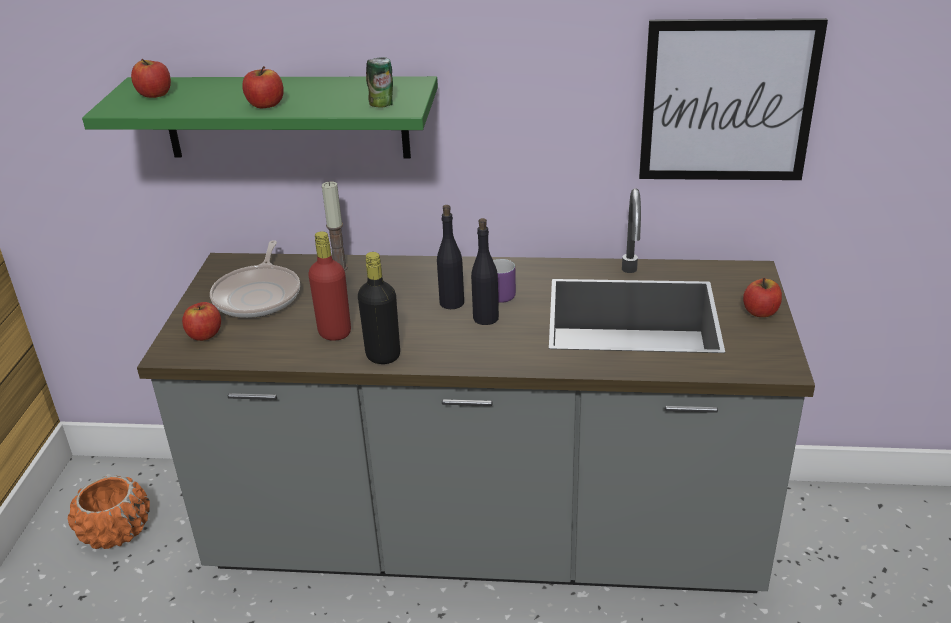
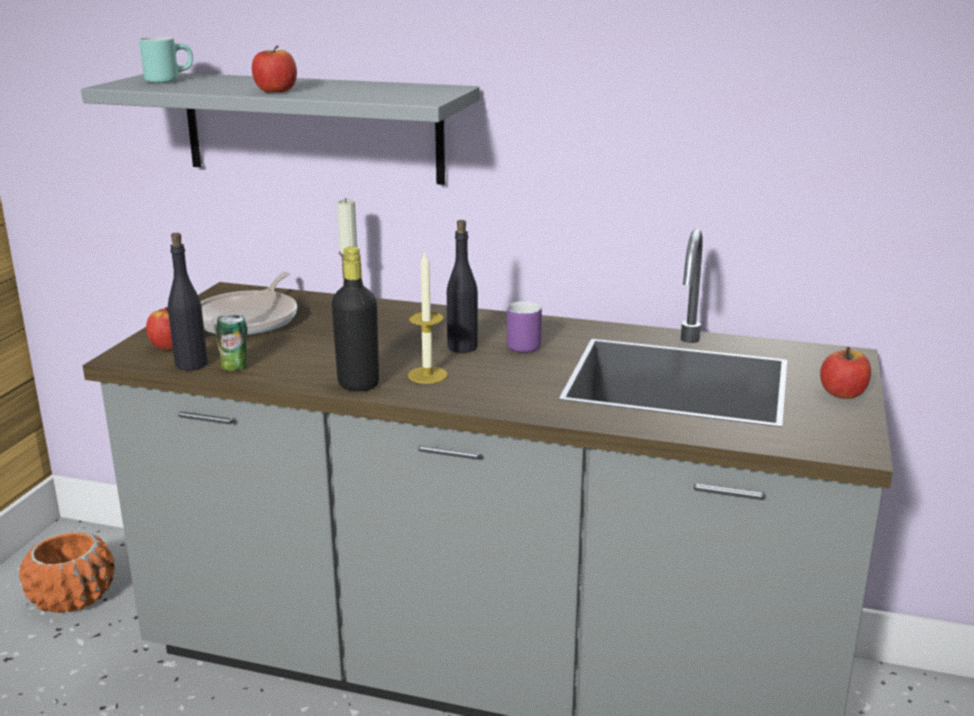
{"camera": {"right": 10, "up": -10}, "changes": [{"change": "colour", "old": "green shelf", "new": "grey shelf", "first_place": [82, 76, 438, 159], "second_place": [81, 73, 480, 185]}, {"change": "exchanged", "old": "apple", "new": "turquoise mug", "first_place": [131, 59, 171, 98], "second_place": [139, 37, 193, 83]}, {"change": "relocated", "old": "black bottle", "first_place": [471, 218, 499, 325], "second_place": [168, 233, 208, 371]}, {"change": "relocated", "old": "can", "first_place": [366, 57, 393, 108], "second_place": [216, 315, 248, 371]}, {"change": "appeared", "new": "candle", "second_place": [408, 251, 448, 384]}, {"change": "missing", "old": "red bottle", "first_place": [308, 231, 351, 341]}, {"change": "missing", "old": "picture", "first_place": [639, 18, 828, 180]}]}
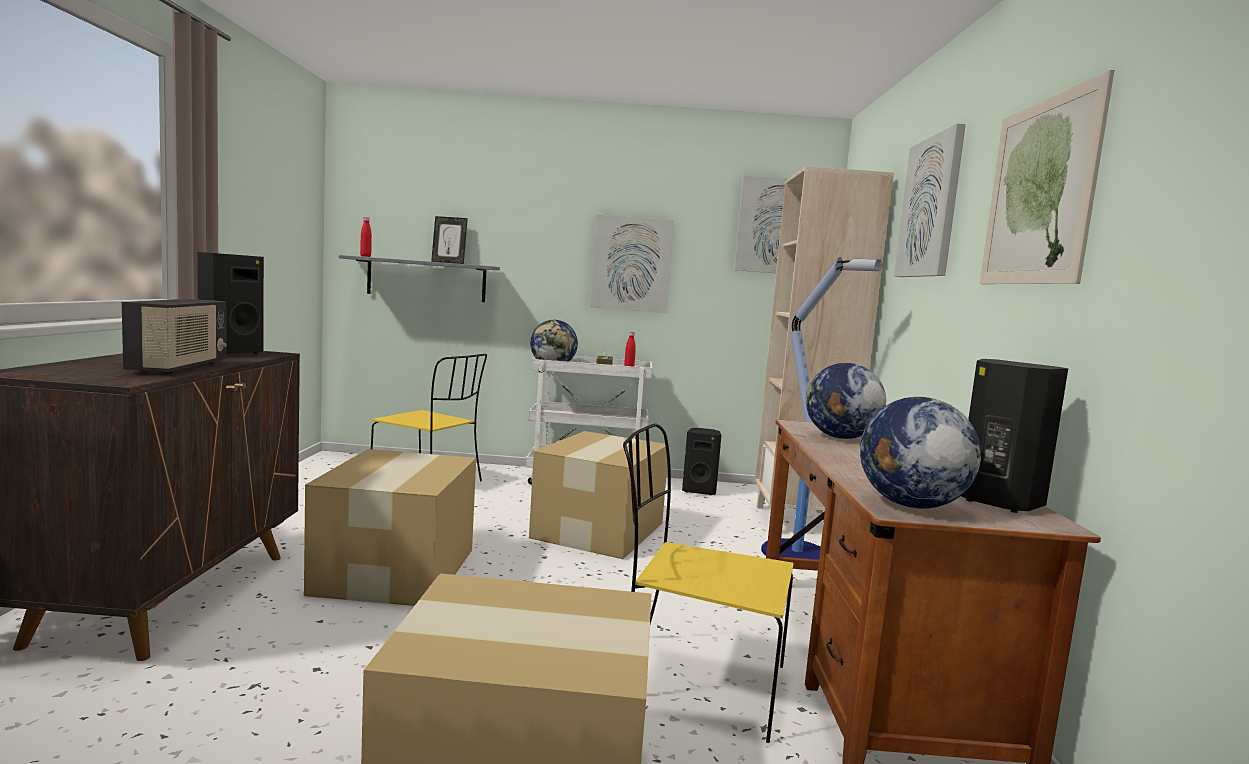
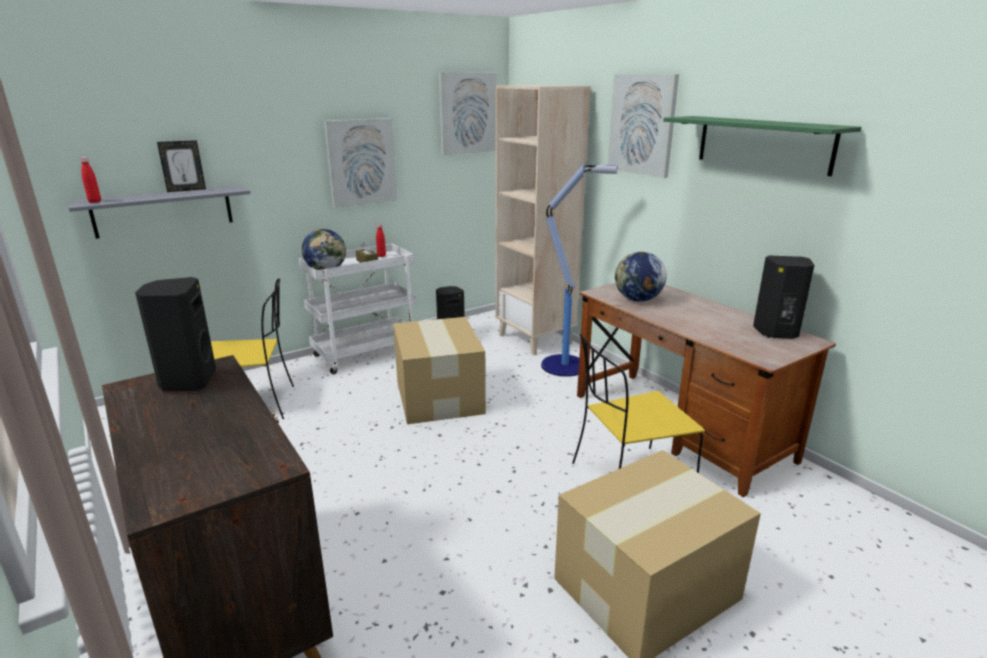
{"camera": {"right": -35, "up": 15}, "changes": [{"change": "exchanged", "old": "picture", "new": "green shelf", "first_place": [980, 70, 1114, 284], "second_place": [663, 116, 862, 176]}, {"change": "missing", "old": "radio", "first_place": [122, 299, 227, 374]}, {"change": "missing", "old": "cardboard box", "first_place": [304, 449, 476, 606]}, {"change": "missing", "old": "globe", "first_place": [860, 397, 981, 509]}]}
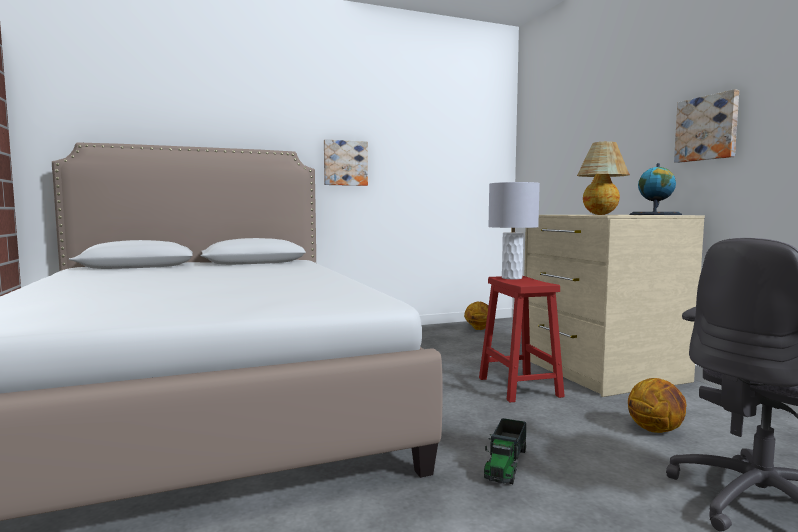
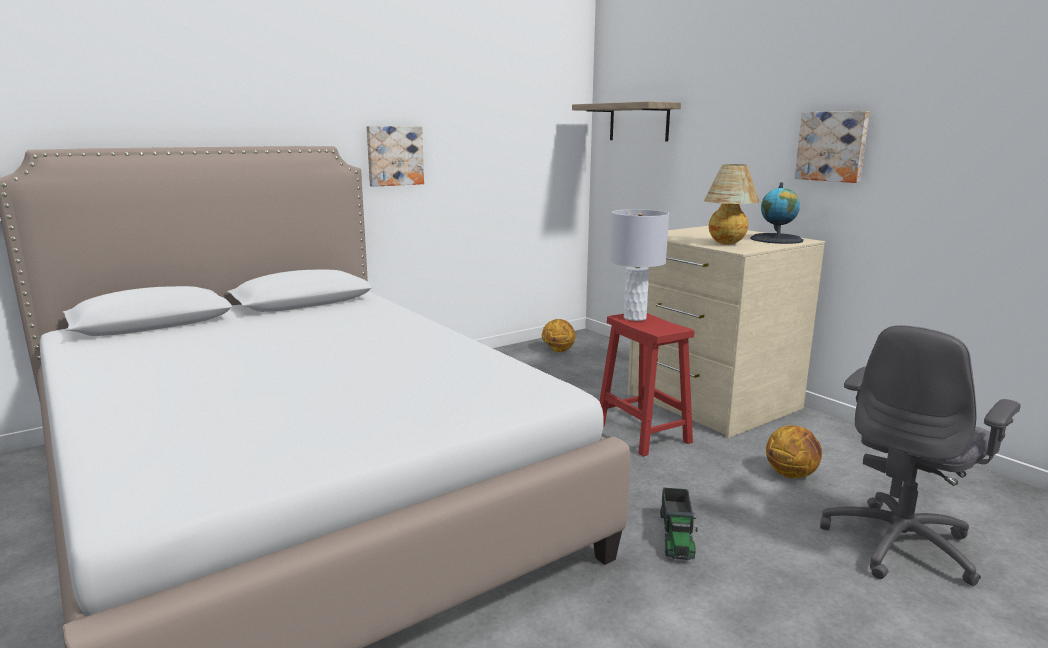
{"camera": {"right": -15, "up": 10}, "changes": [{"change": "appeared", "new": "shelf", "second_place": [572, 101, 681, 142]}]}
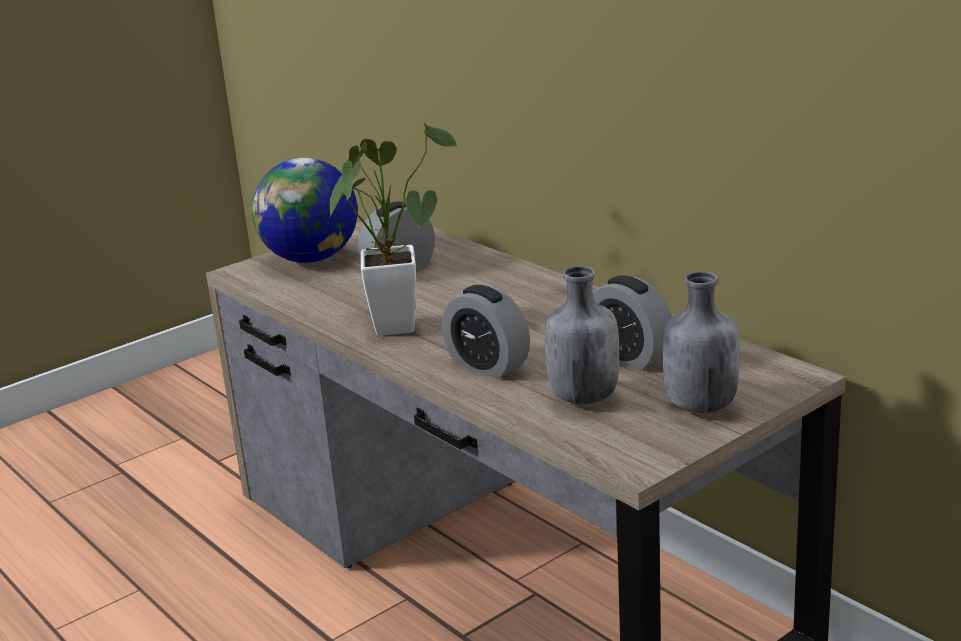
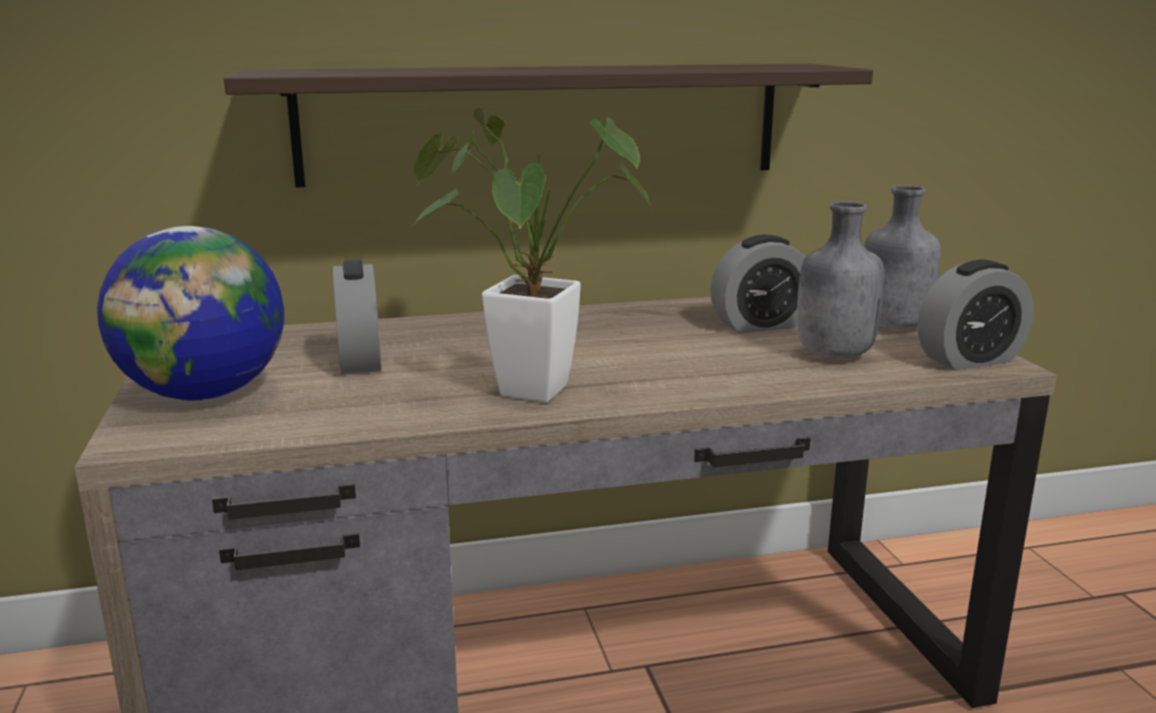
{"camera": {"right": -65, "up": -5}, "changes": [{"change": "appeared", "new": "shelf", "second_place": [224, 64, 873, 187]}, {"change": "relocated", "old": "alarm clock", "first_place": [442, 285, 530, 379], "second_place": [918, 260, 1034, 370]}]}
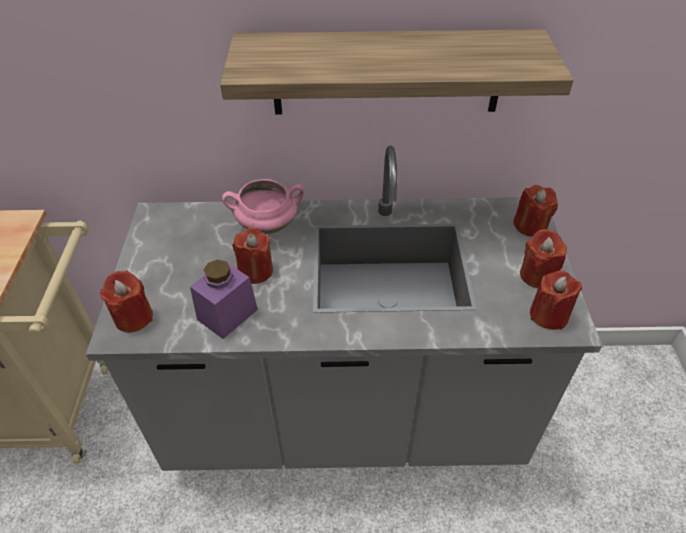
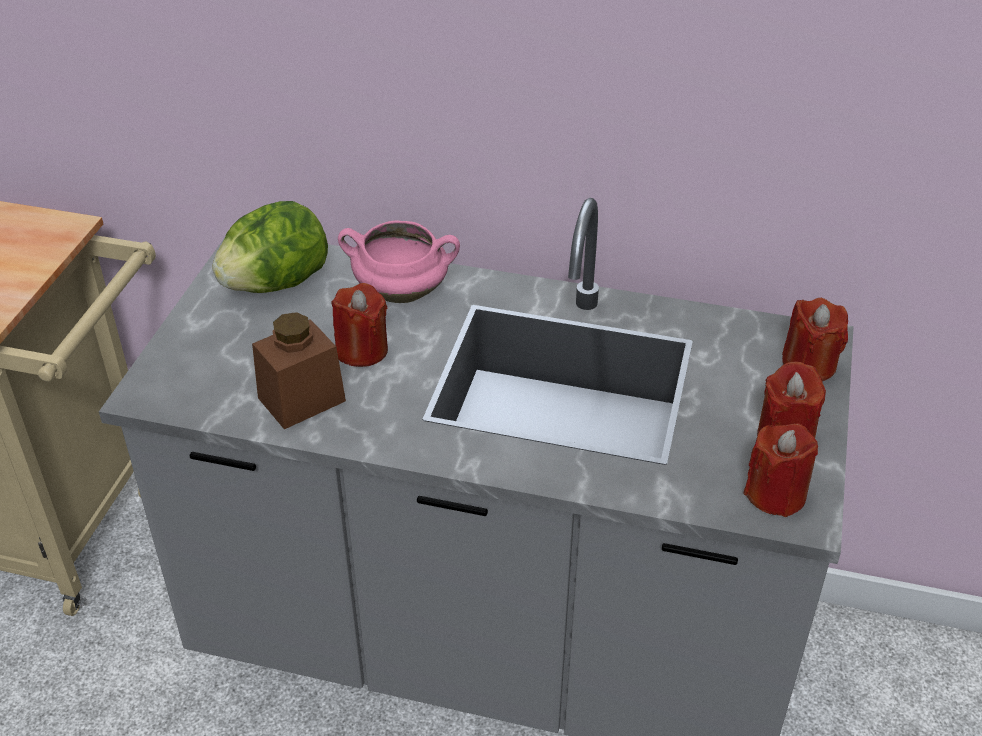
{"camera": {"right": 15, "up": -5}, "changes": [{"change": "appeared", "new": "lettuce", "second_place": [212, 201, 328, 293]}, {"change": "colour", "old": "purple jar", "new": "brown jar", "first_place": [190, 260, 258, 339], "second_place": [252, 312, 346, 429]}, {"change": "missing", "old": "red candle", "first_place": [100, 270, 153, 333]}, {"change": "missing", "old": "shelf", "first_place": [220, 29, 574, 115]}]}
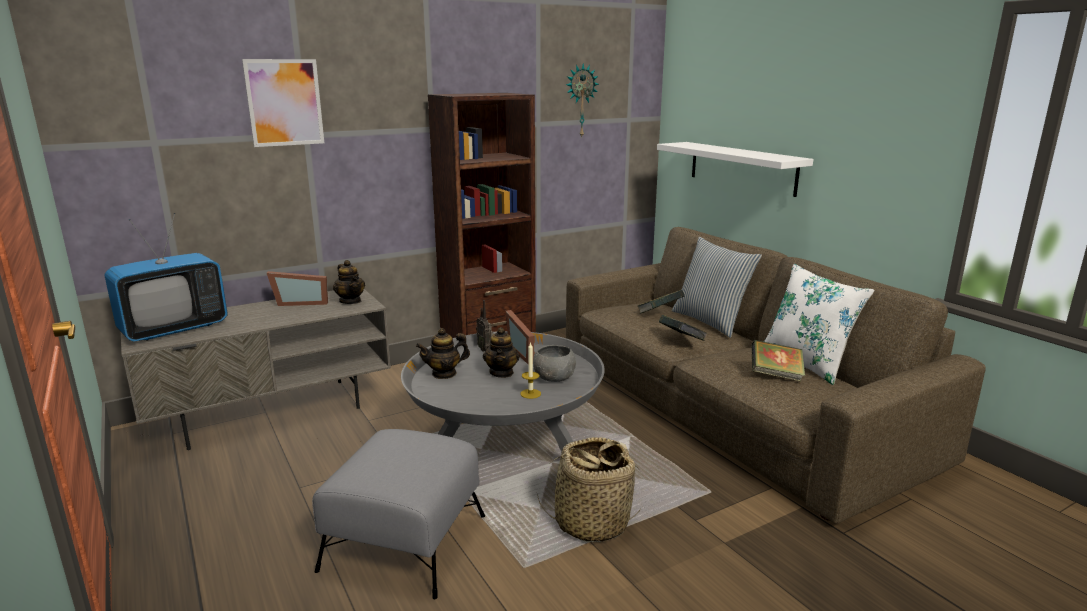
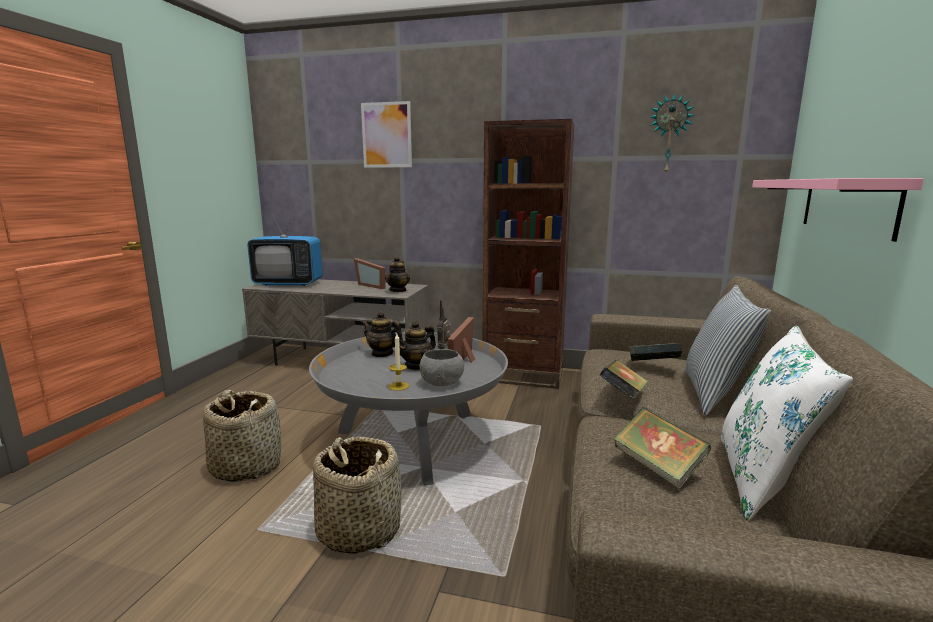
{"camera": {"right": 45, "up": -5}, "changes": [{"change": "exchanged", "old": "grey ottoman", "new": "basket", "first_place": [312, 429, 485, 599], "second_place": [203, 390, 281, 482]}, {"change": "colour", "old": "white shelf", "new": "pink shelf", "first_place": [657, 142, 813, 197], "second_place": [752, 178, 924, 242]}]}
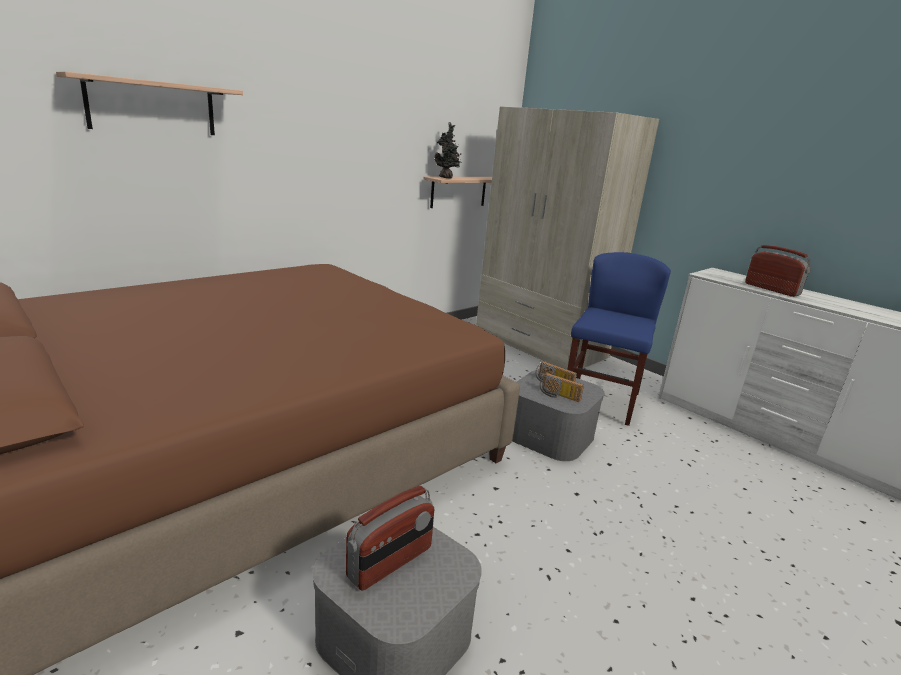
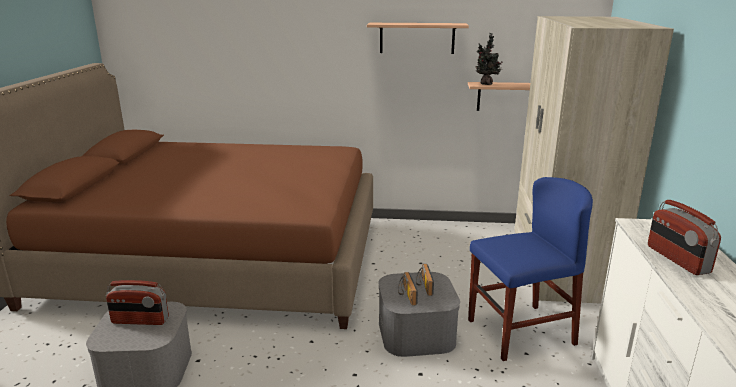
{"camera": {"right": 50, "up": 0}, "changes": [{"change": "relocated", "old": "shelf", "first_place": [56, 71, 243, 135], "second_place": [367, 23, 469, 54]}, {"change": "spun", "old": "radio", "first_place": [745, 245, 811, 297], "second_place": [648, 200, 721, 275], "degrees": 150}]}
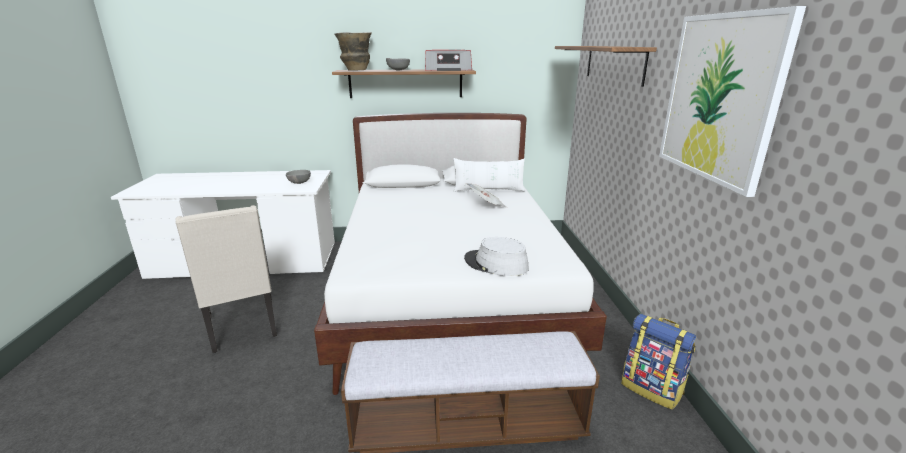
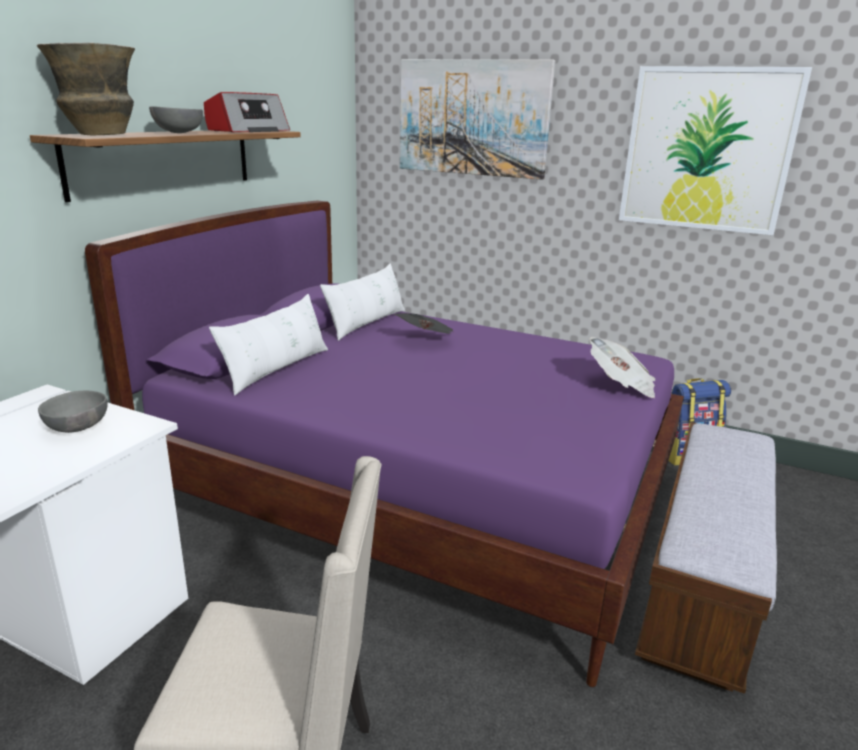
{"camera": {"right": -60, "up": 0}, "changes": [{"change": "colour", "old": "white bed", "new": "purple bed", "first_place": [314, 113, 607, 395], "second_place": [85, 201, 684, 687]}, {"change": "appeared", "new": "white pillow", "second_place": [209, 294, 328, 396]}, {"change": "exchanged", "old": "shelf", "new": "picture", "first_place": [555, 46, 657, 87], "second_place": [400, 59, 555, 180]}, {"change": "exchanged", "old": "grey hat", "new": "newspaper", "first_place": [464, 237, 529, 276], "second_place": [589, 337, 655, 398]}]}
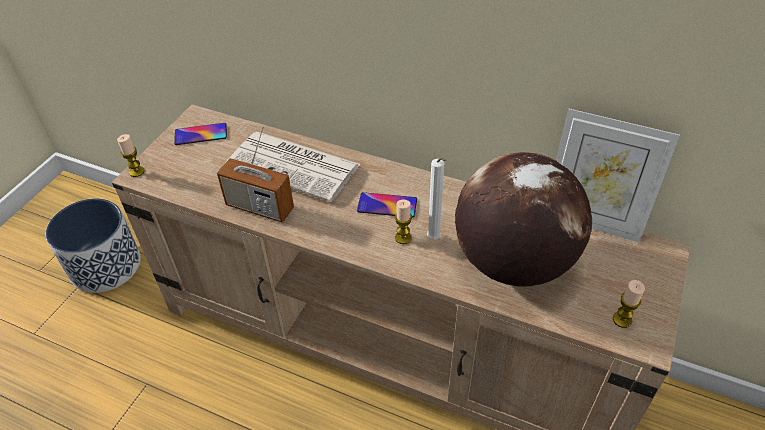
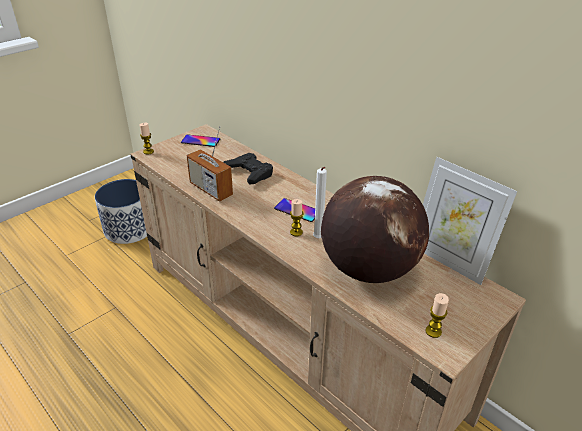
{"camera": {"right": 20, "up": -10}, "changes": [{"change": "exchanged", "old": "newspaper", "new": "black game controller", "first_place": [226, 132, 360, 202], "second_place": [223, 153, 273, 184]}]}
